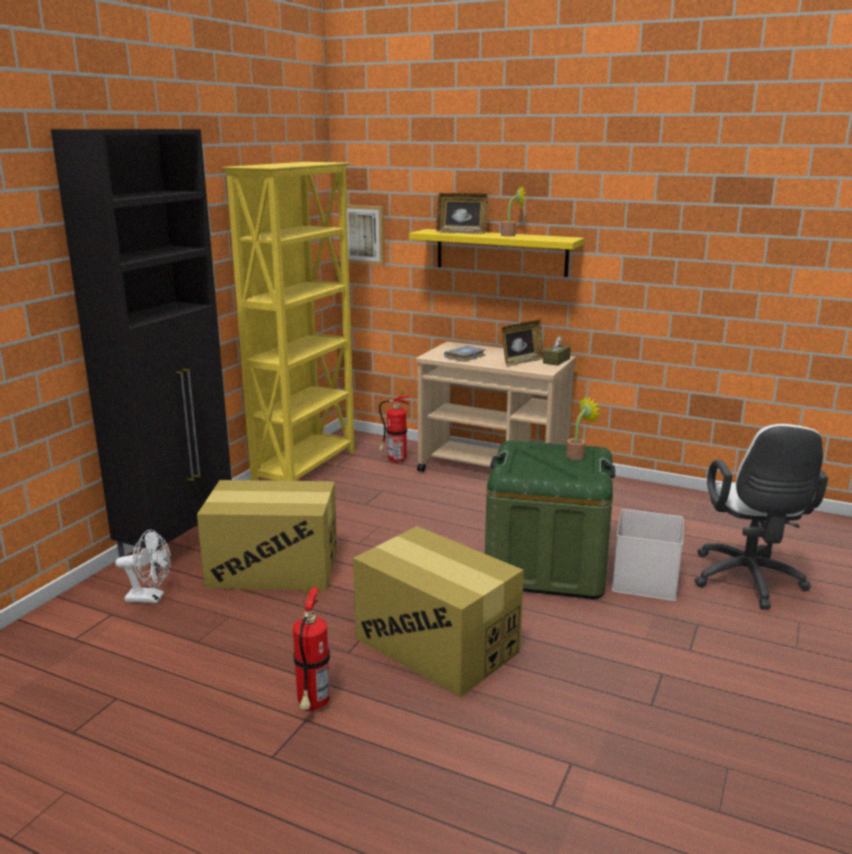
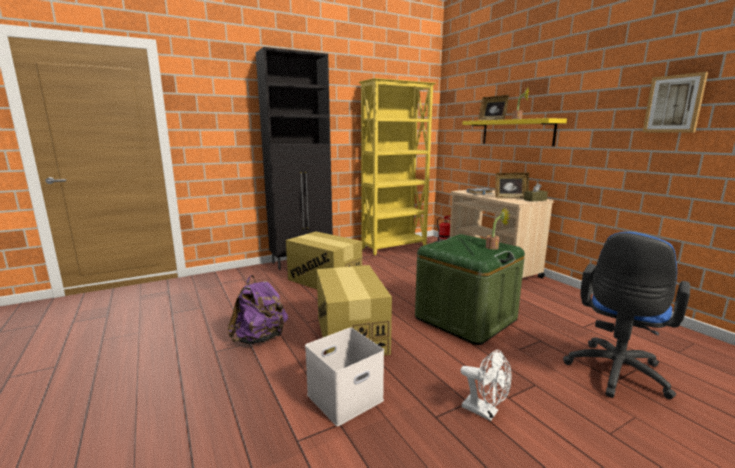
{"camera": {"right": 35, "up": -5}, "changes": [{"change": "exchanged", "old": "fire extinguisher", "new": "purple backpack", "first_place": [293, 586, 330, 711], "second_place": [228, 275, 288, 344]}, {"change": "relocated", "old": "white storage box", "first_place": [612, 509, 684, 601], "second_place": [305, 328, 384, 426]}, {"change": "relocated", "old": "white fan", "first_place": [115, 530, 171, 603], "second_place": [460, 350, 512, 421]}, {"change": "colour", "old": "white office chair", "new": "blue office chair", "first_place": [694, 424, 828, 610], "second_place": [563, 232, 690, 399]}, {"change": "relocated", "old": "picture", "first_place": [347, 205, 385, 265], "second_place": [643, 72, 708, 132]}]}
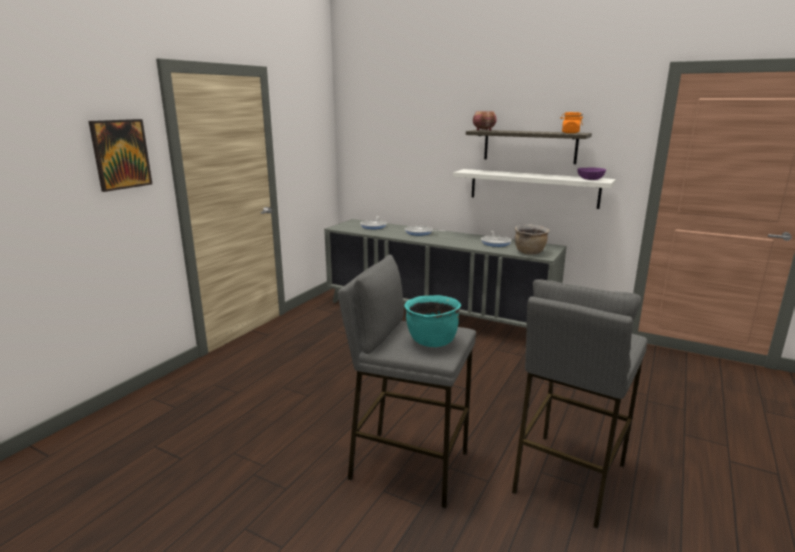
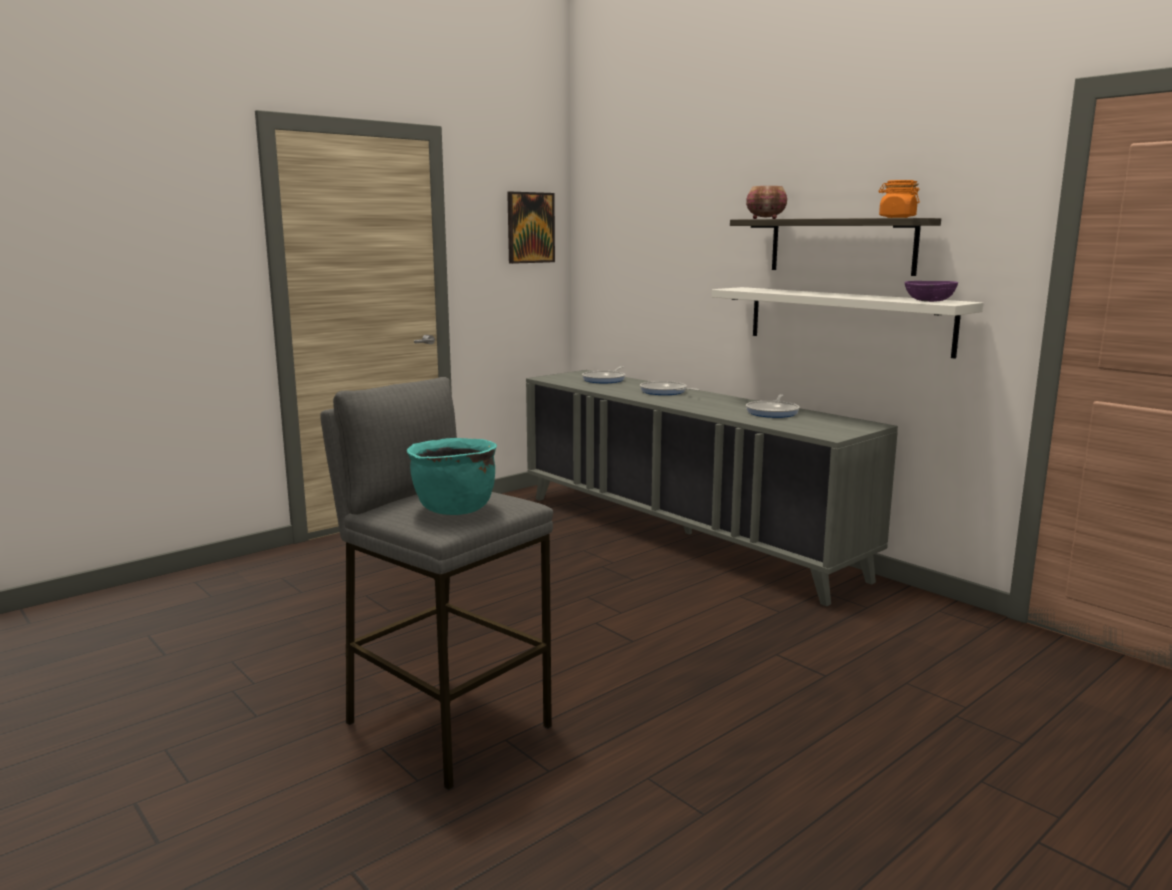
{"camera": {"right": 20, "up": -5}, "changes": [{"change": "relocated", "old": "picture", "first_place": [89, 119, 152, 192], "second_place": [507, 192, 555, 264]}, {"change": "missing", "old": "grey stool", "first_place": [512, 279, 648, 529]}, {"change": "missing", "old": "brown cooking pot", "first_place": [515, 224, 549, 255]}]}
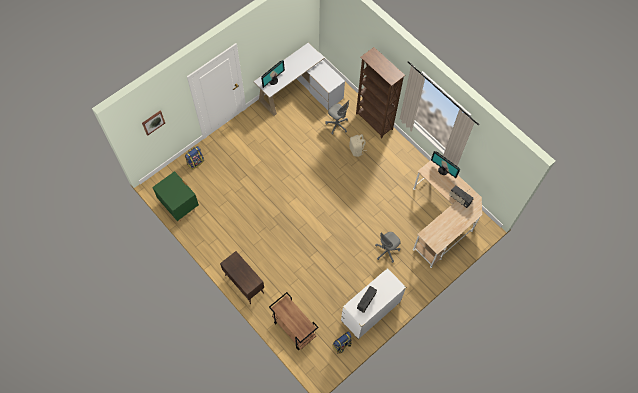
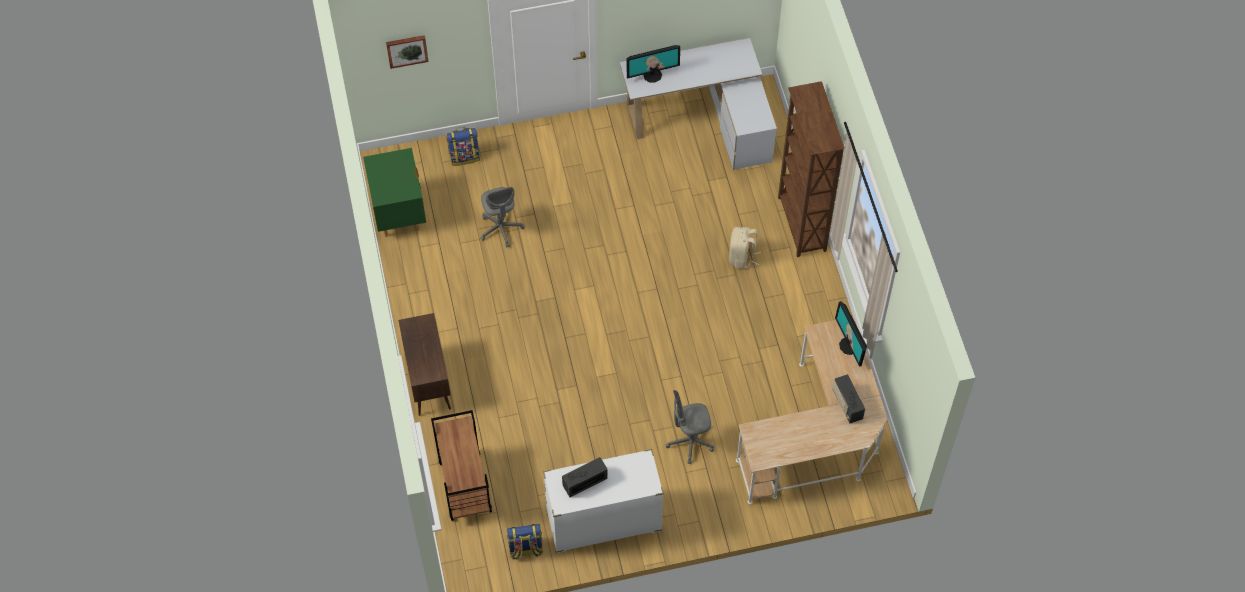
{"camera": {"right": 30, "up": -5}, "changes": [{"change": "relocated", "old": "grey office chair", "first_place": [325, 100, 350, 134], "second_place": [480, 187, 525, 248]}]}
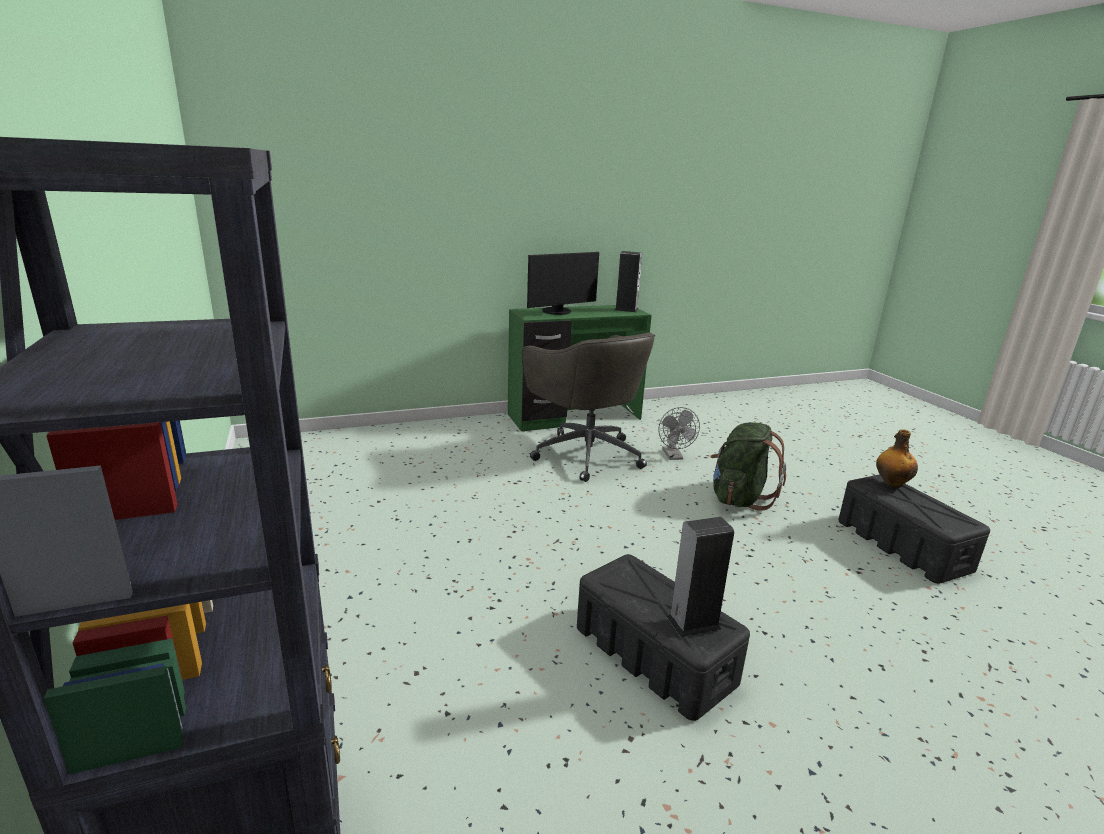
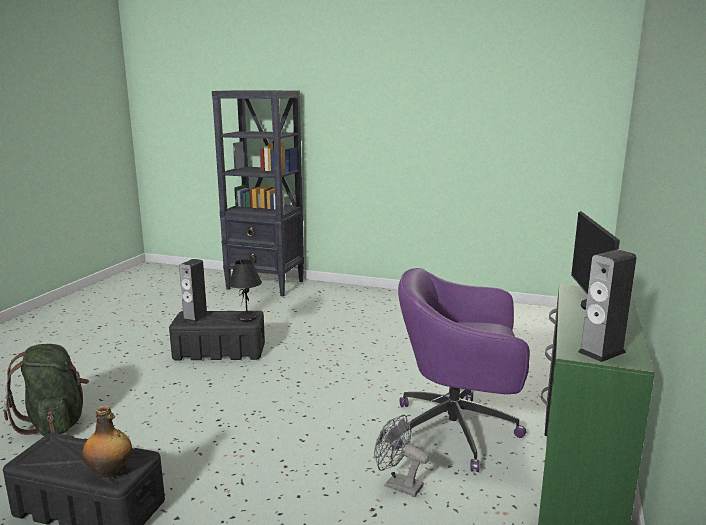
{"camera": {"right": 130, "up": -5}, "changes": [{"change": "relocated", "old": "green backpack", "first_place": [711, 422, 786, 511], "second_place": [4, 344, 89, 436]}, {"change": "appeared", "new": "black table lamp", "second_place": [229, 259, 262, 321]}, {"change": "colour", "old": "grey office chair", "new": "purple office chair", "first_place": [521, 332, 655, 482], "second_place": [396, 268, 530, 472]}]}
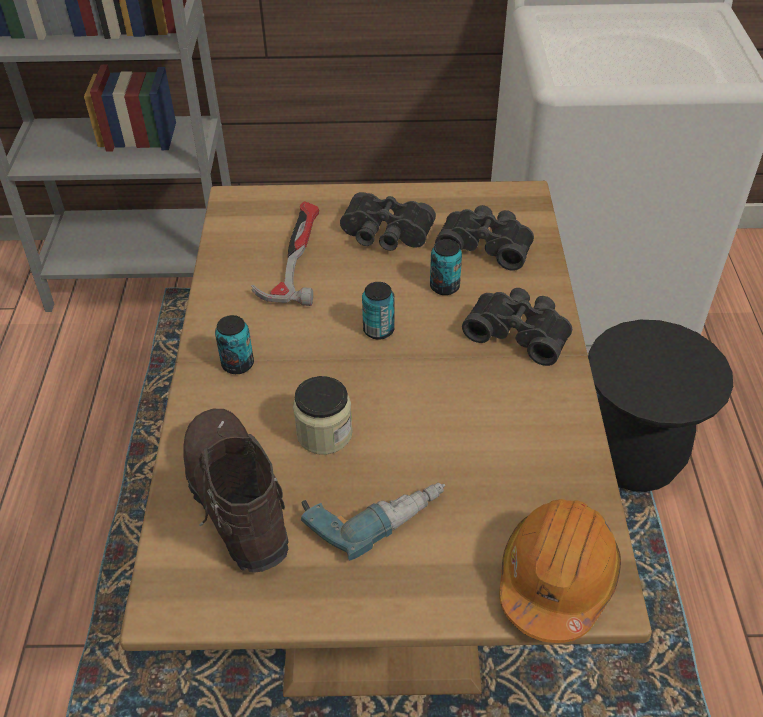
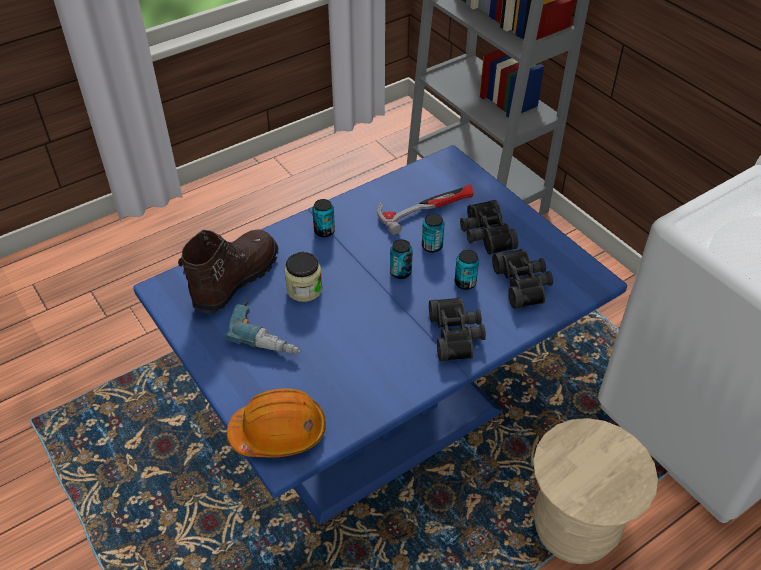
{"camera": {"right": 55, "up": 0}, "changes": [{"change": "colour", "old": "brown dining table", "new": "blue dining table", "first_place": [119, 181, 652, 697], "second_place": [133, 145, 627, 525]}, {"change": "appeared", "new": "can", "second_place": [422, 214, 444, 253]}, {"change": "colour", "old": "black stool", "new": "beige stool", "first_place": [588, 320, 733, 492], "second_place": [533, 418, 658, 564]}]}
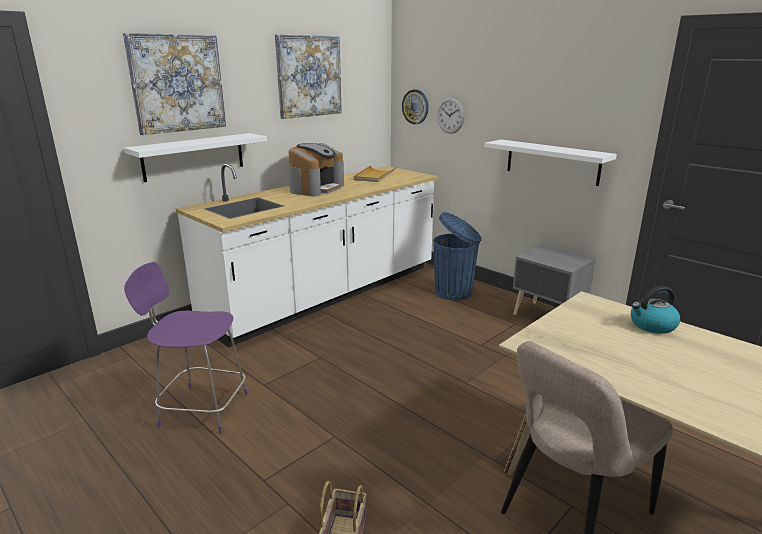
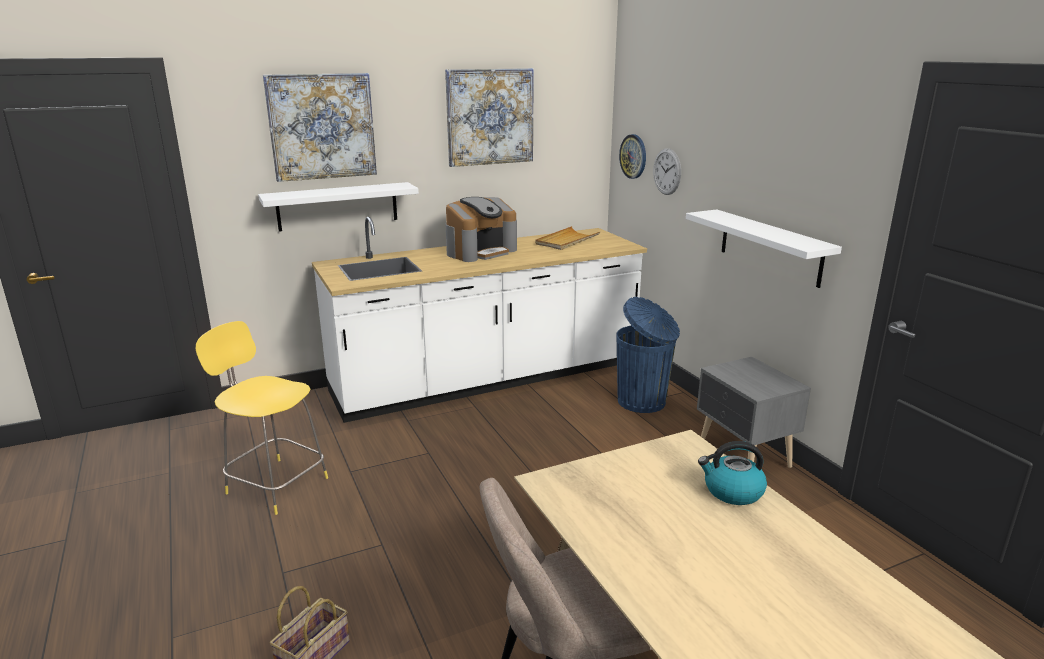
{"camera": {"right": 20, "up": 0}, "changes": [{"change": "colour", "old": "purple stool", "new": "yellow stool", "first_place": [124, 262, 248, 434], "second_place": [195, 321, 328, 515]}]}
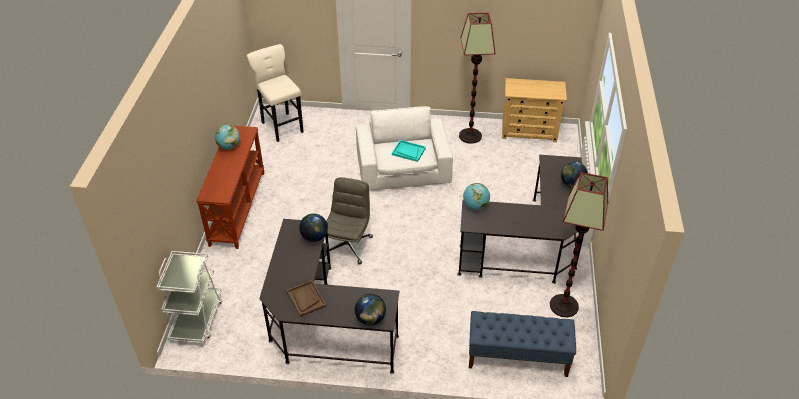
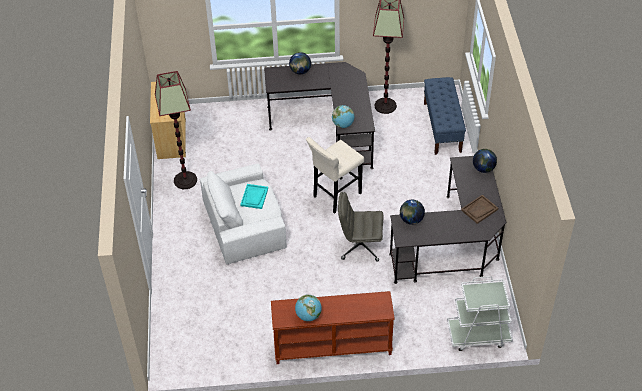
{"camera": {"right": -100, "up": 5}, "changes": [{"change": "relocated", "old": "beige stool", "first_place": [247, 44, 304, 142], "second_place": [306, 137, 364, 214]}]}
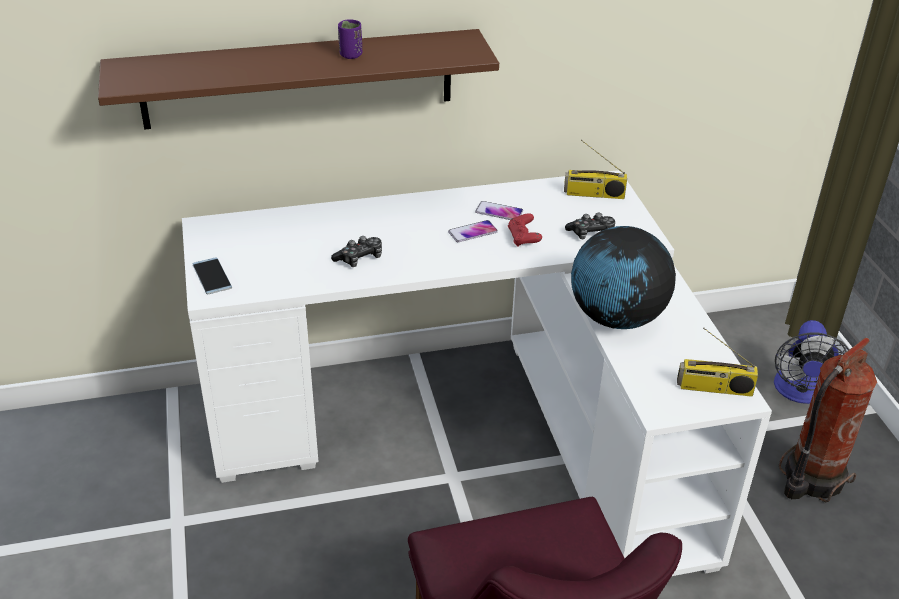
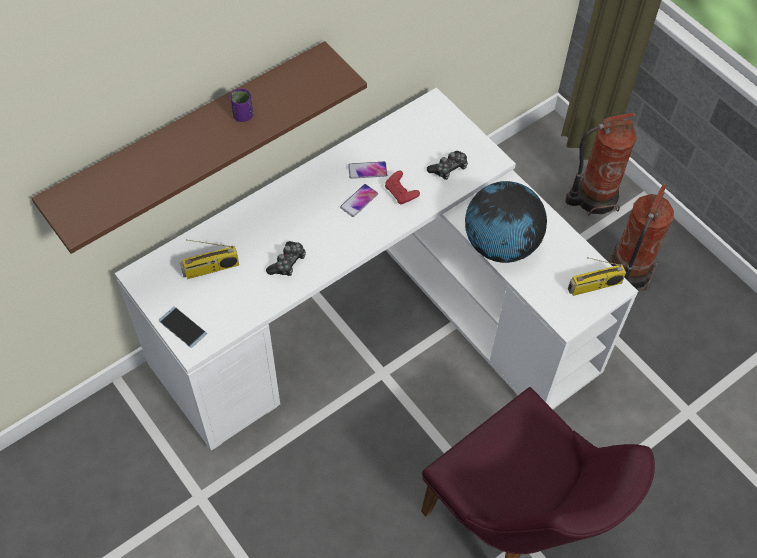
{"camera": {"right": -25, "up": 20}, "changes": [{"change": "relocated", "old": "radio", "first_place": [564, 140, 627, 199], "second_place": [180, 239, 239, 279]}, {"change": "exchanged", "old": "fan", "new": "fire extinguisher", "first_place": [774, 320, 849, 404], "second_place": [565, 113, 636, 216]}]}
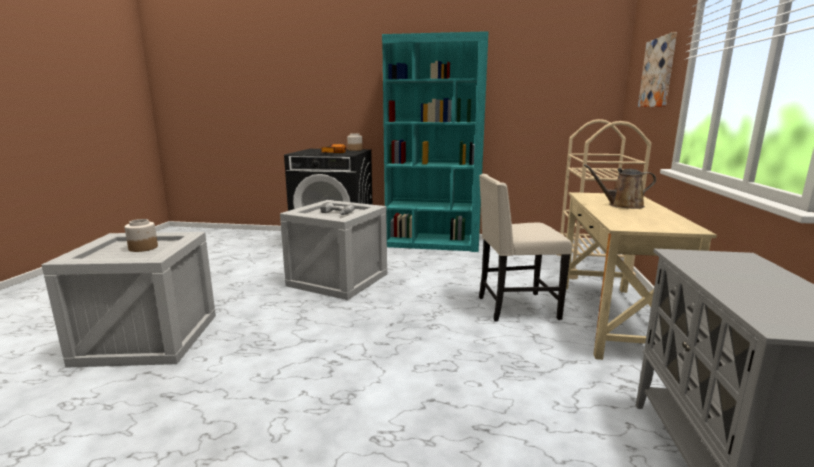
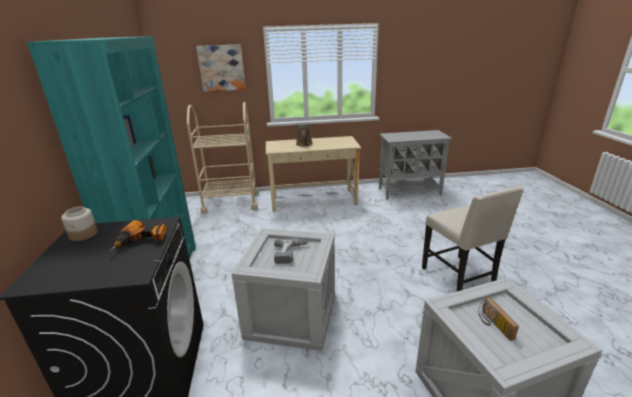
{"camera": {"right": -105, "up": 10}, "changes": [{"change": "relocated", "old": "beige chair", "first_place": [479, 174, 572, 322], "second_place": [422, 186, 524, 291]}, {"change": "exchanged", "old": "jar", "new": "radio", "first_place": [125, 219, 158, 252], "second_place": [478, 298, 519, 341]}]}
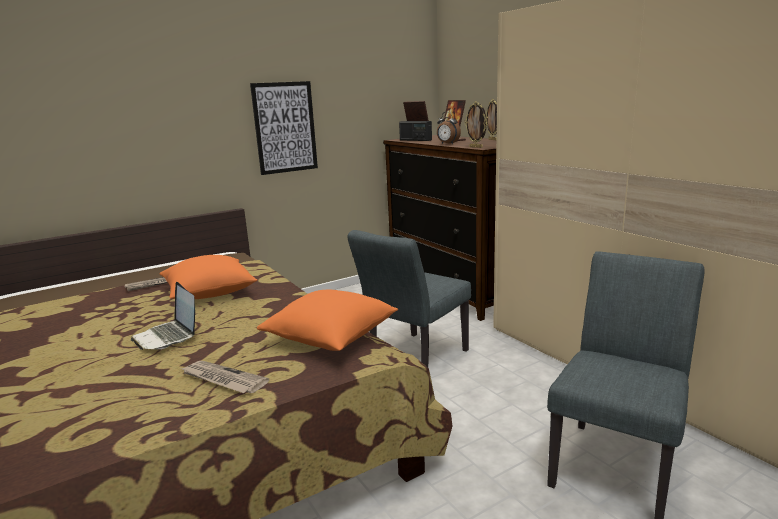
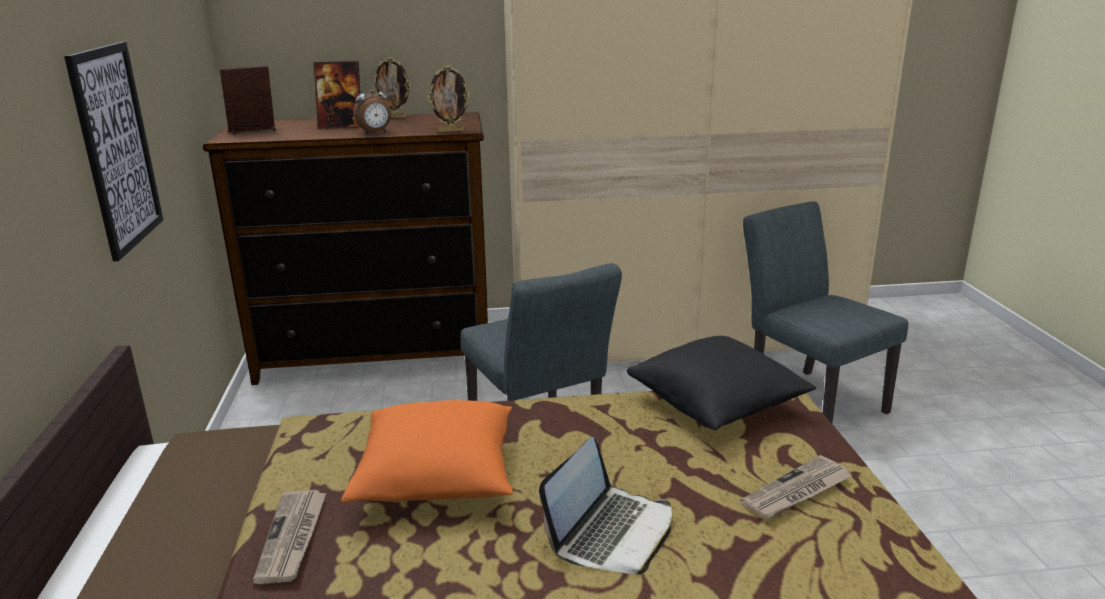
{"camera": {"right": -65, "up": 5}, "changes": [{"change": "spun", "old": "laptop", "first_place": [131, 282, 195, 350], "second_place": [539, 437, 672, 574], "degrees": -45}, {"change": "colour", "old": "orange pillow", "new": "black pillow", "first_place": [257, 290, 398, 351], "second_place": [626, 336, 816, 431]}, {"change": "missing", "old": "radio", "first_place": [399, 121, 432, 141]}]}
